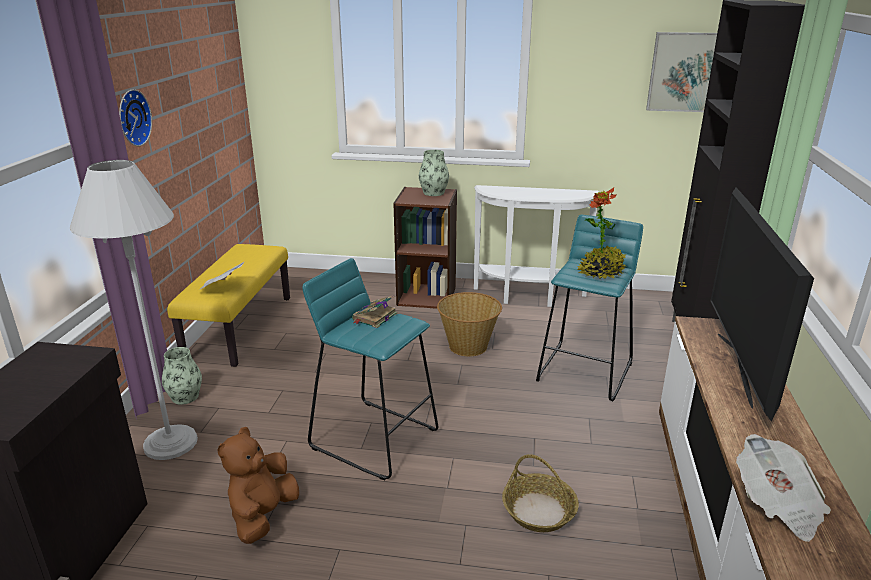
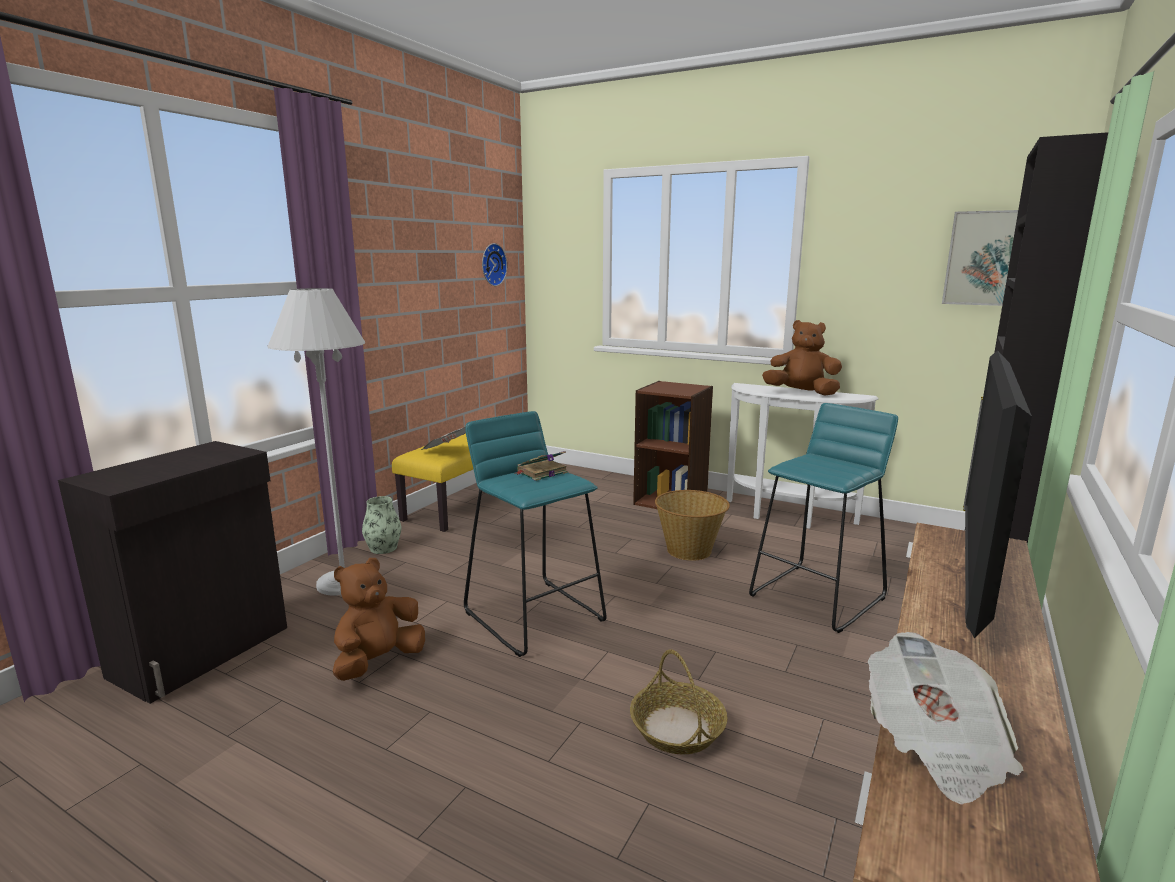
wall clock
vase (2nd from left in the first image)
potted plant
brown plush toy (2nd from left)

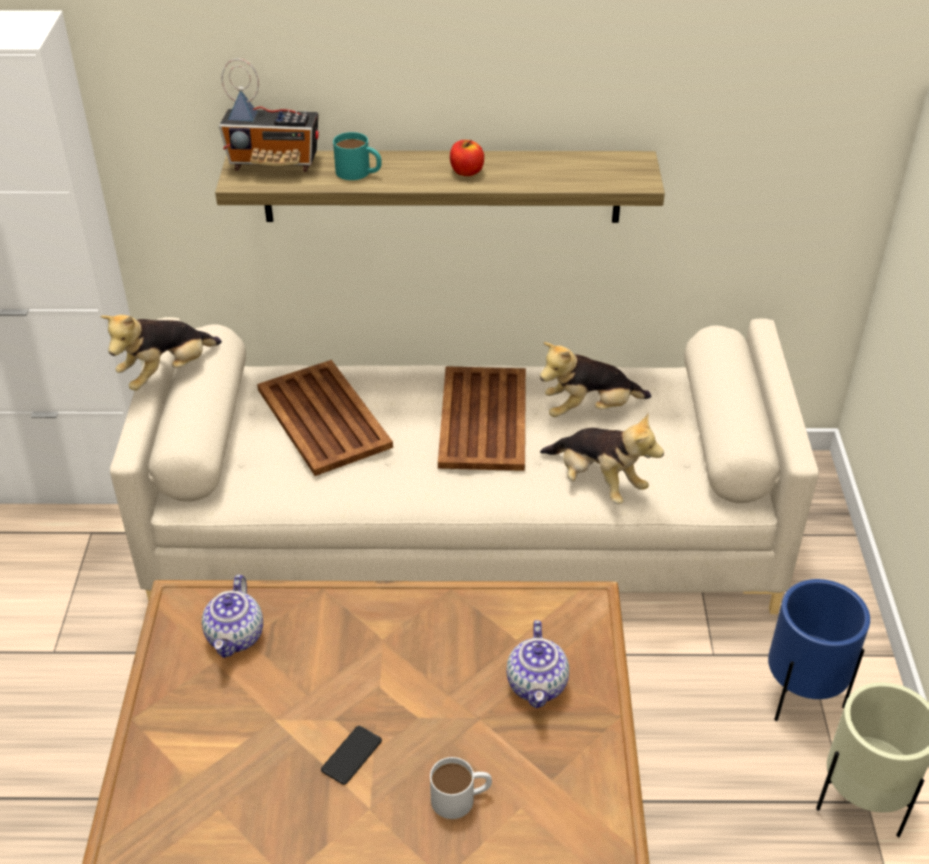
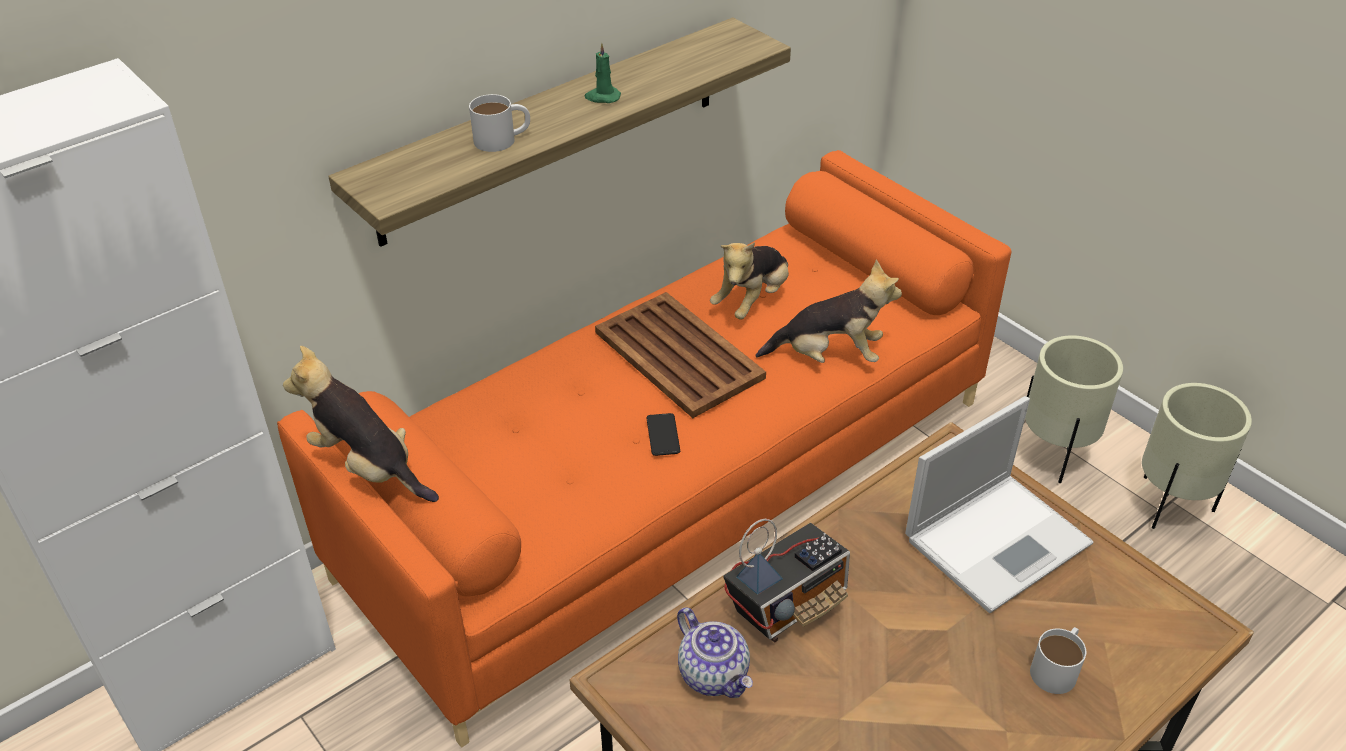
plush toy (1st from left)
orange sofa
radio
brown tray (1st from left in the first image)
phone
white mug (1st from left)
green candle
laptop
beige planter (1st from left)

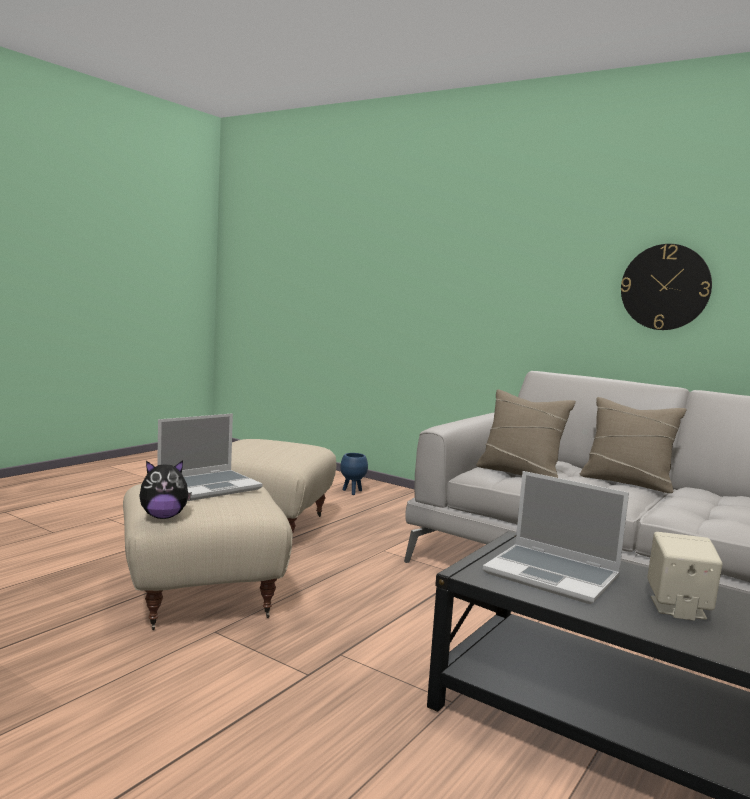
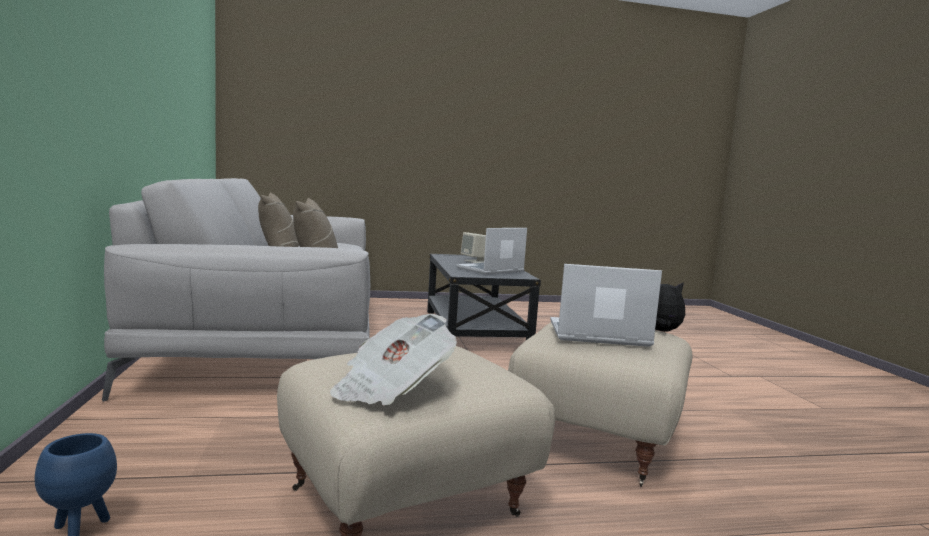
laptop (1st from left)
wall clock
newspaper

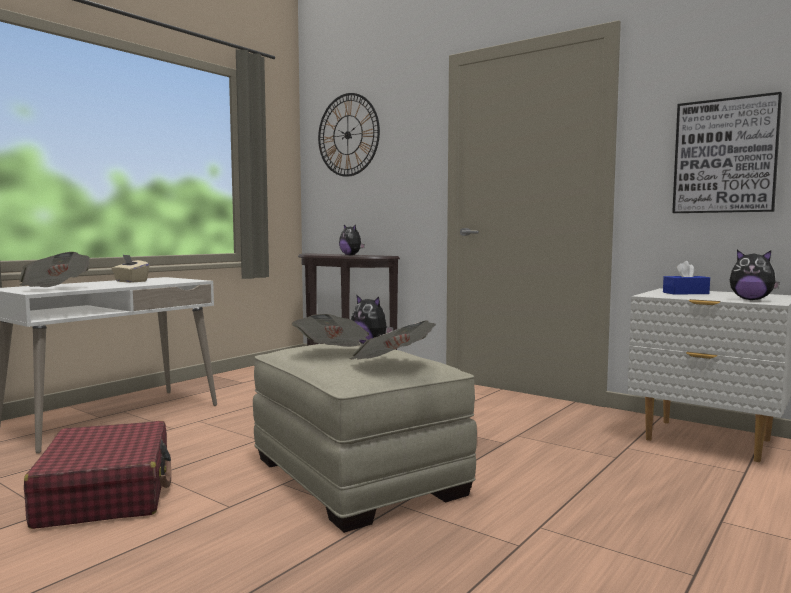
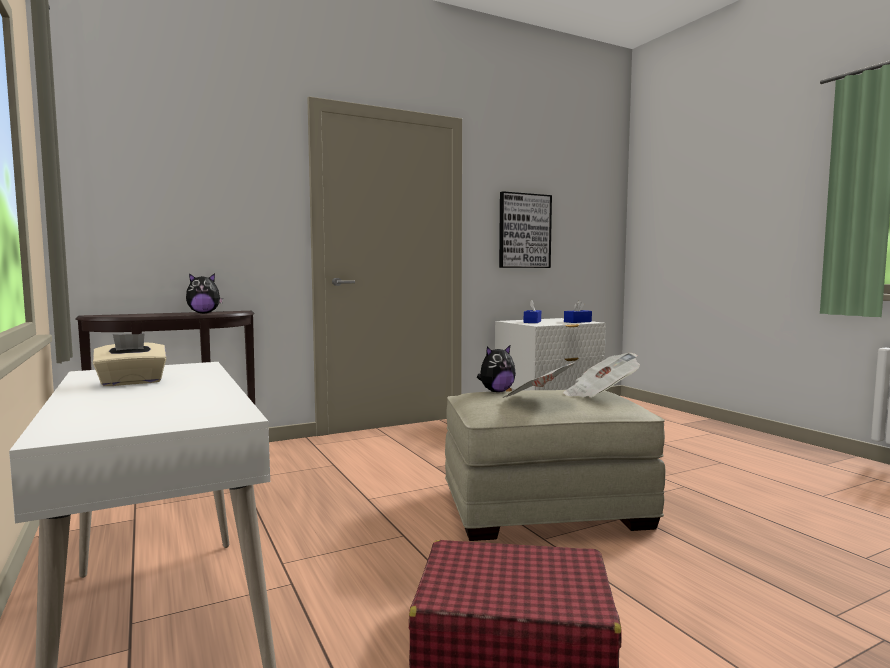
newspaper (1st from left in the first image)
wall clock
blue tissue box (2nd from left)

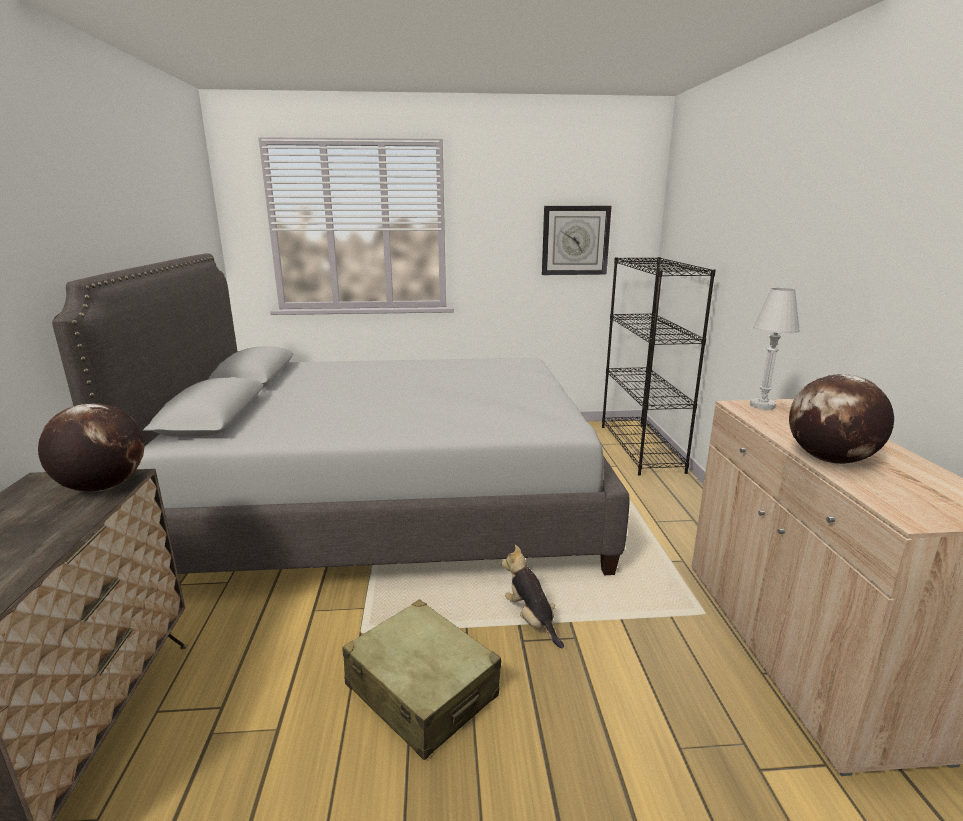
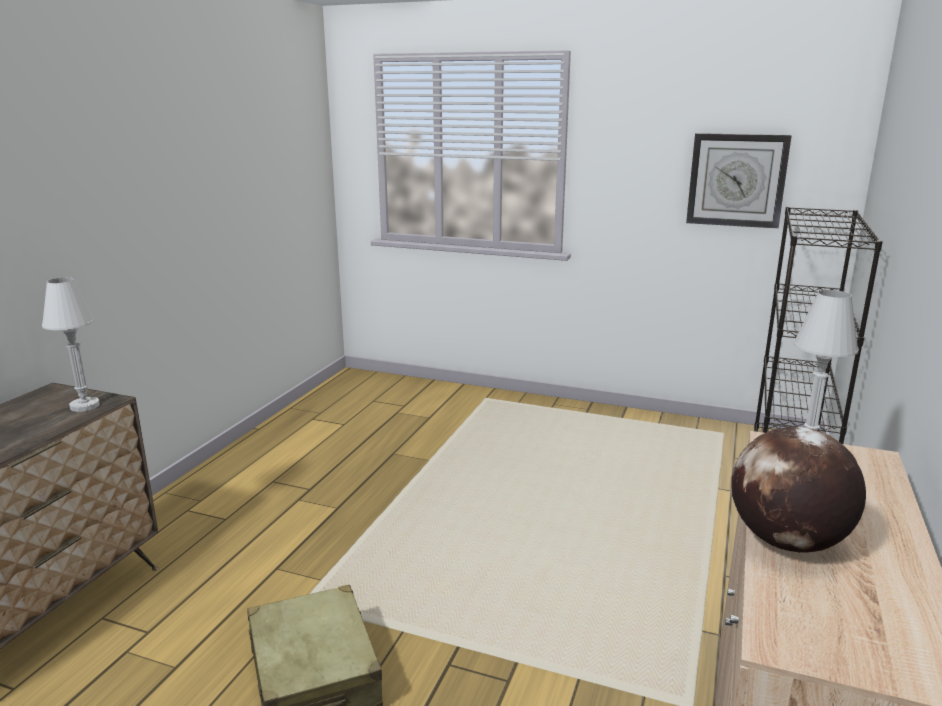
white table lamp (1st from left)
grey bed
plush toy

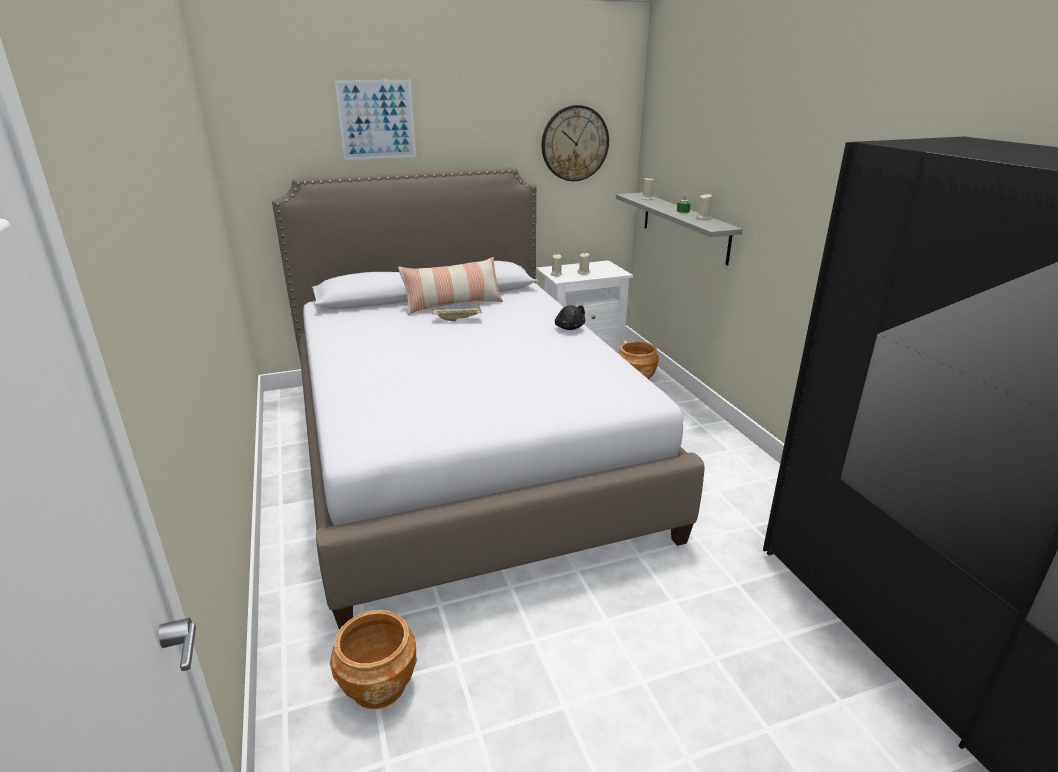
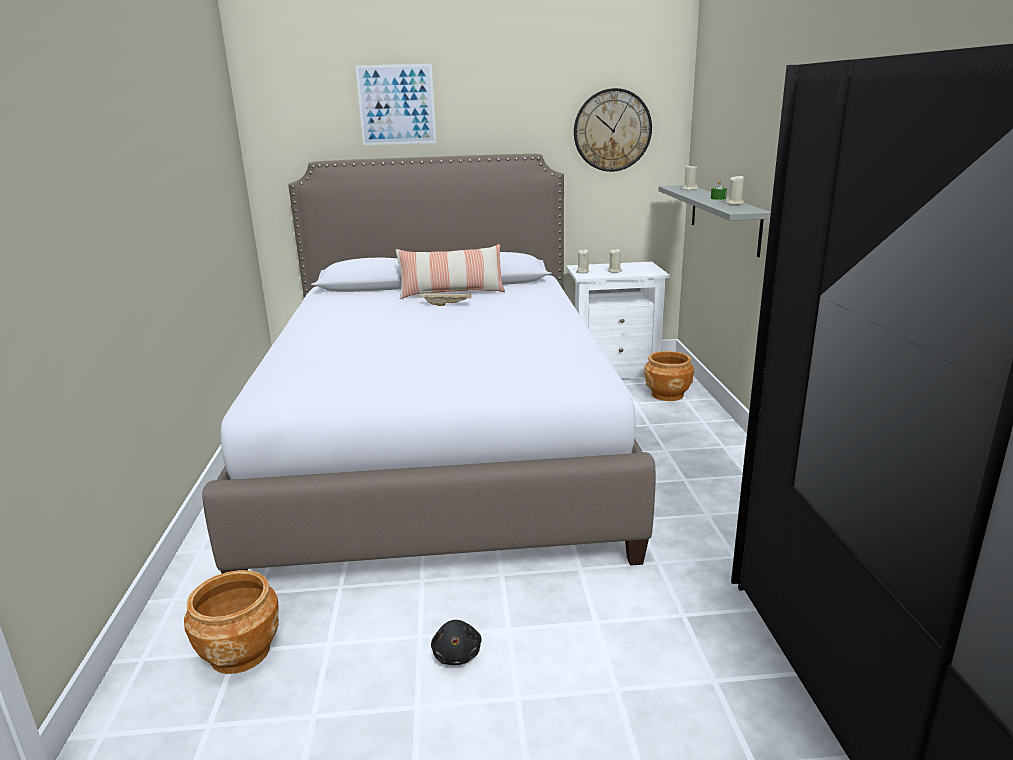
black plush toy

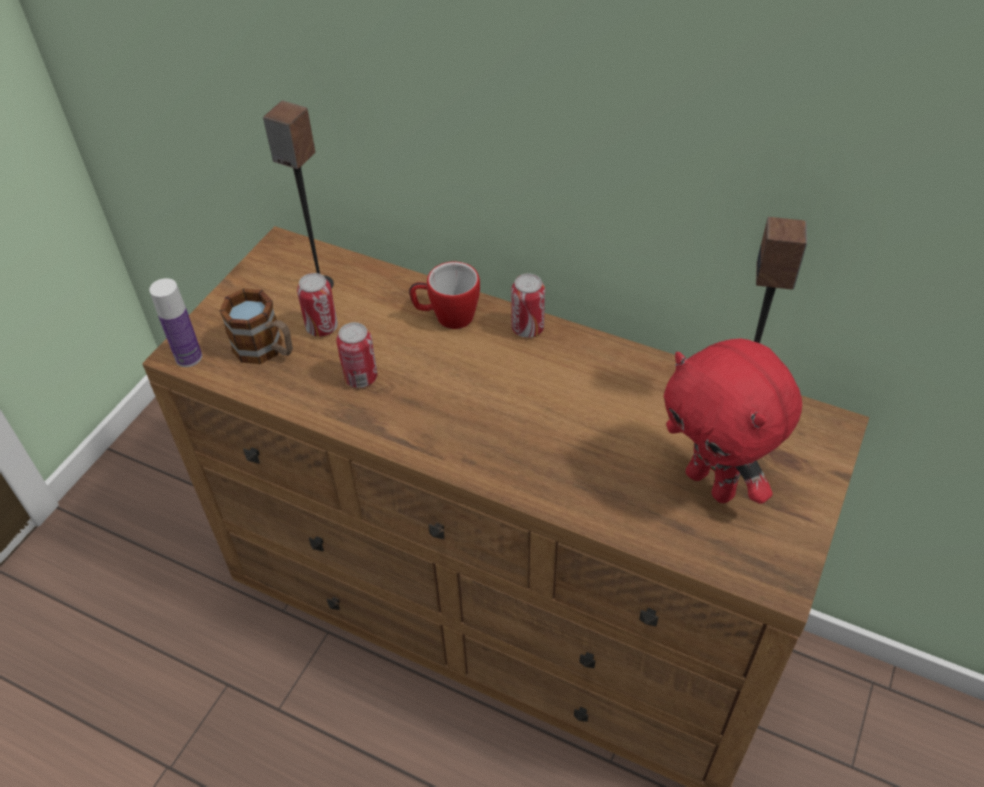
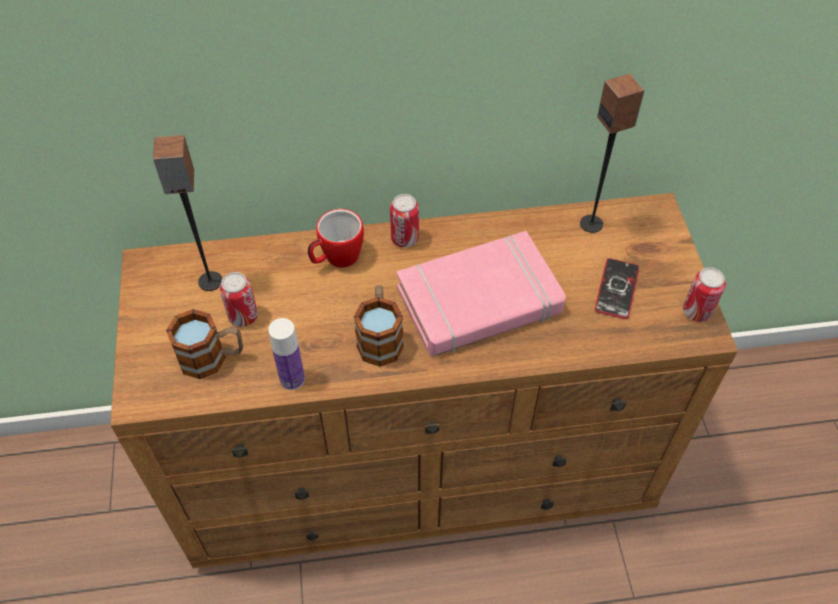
bottle
can (3rd from left)
phone
mug (3rd from left)
pink book

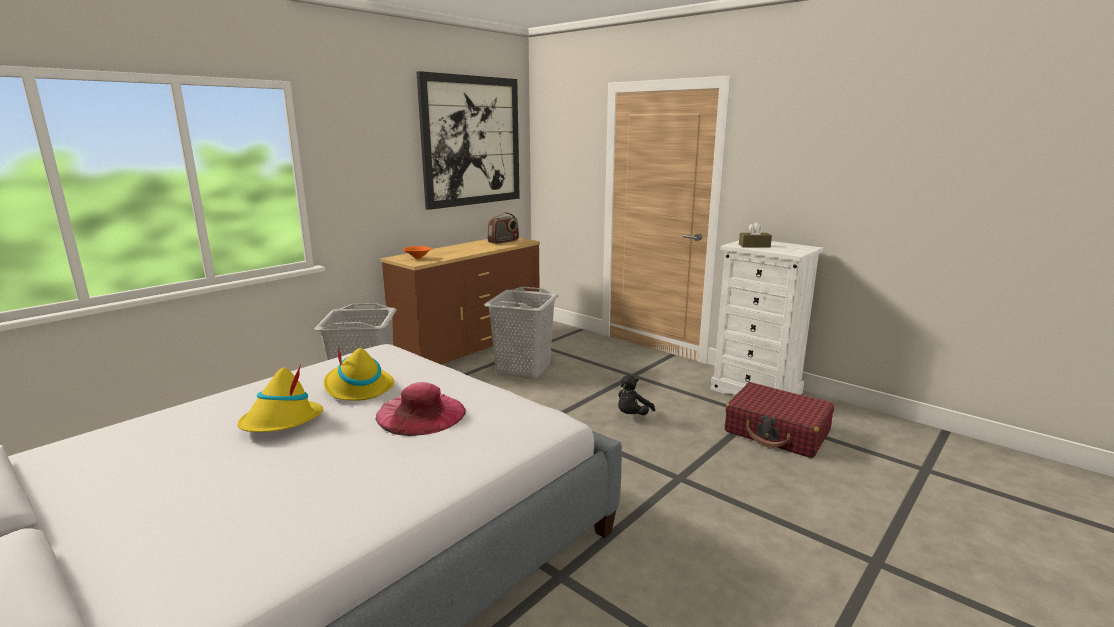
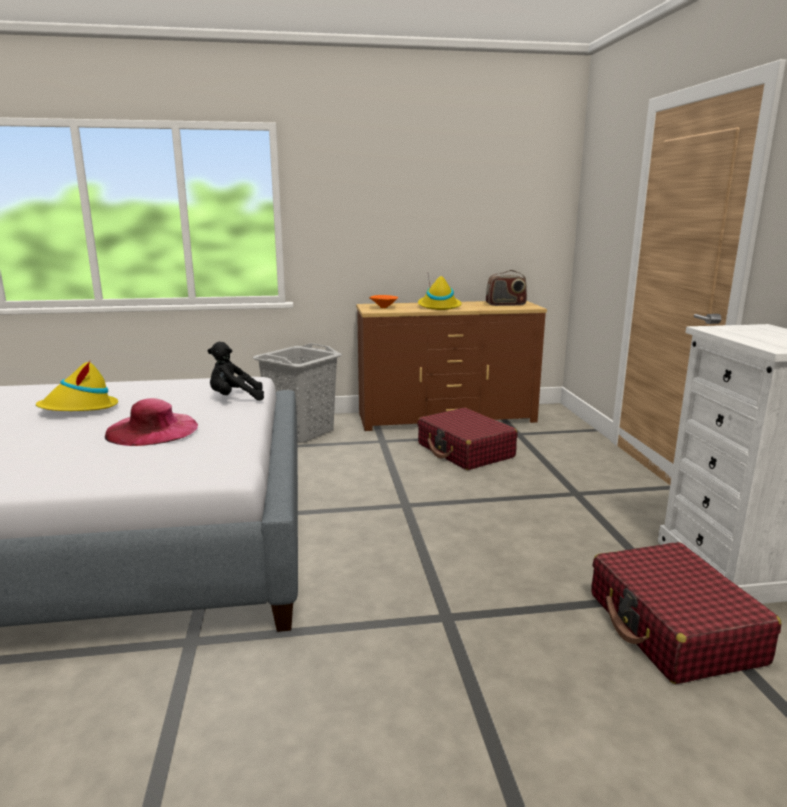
yellow hat (2nd from left)
picture
red suitcase (1st from left)
black plush toy
brown tissue box

